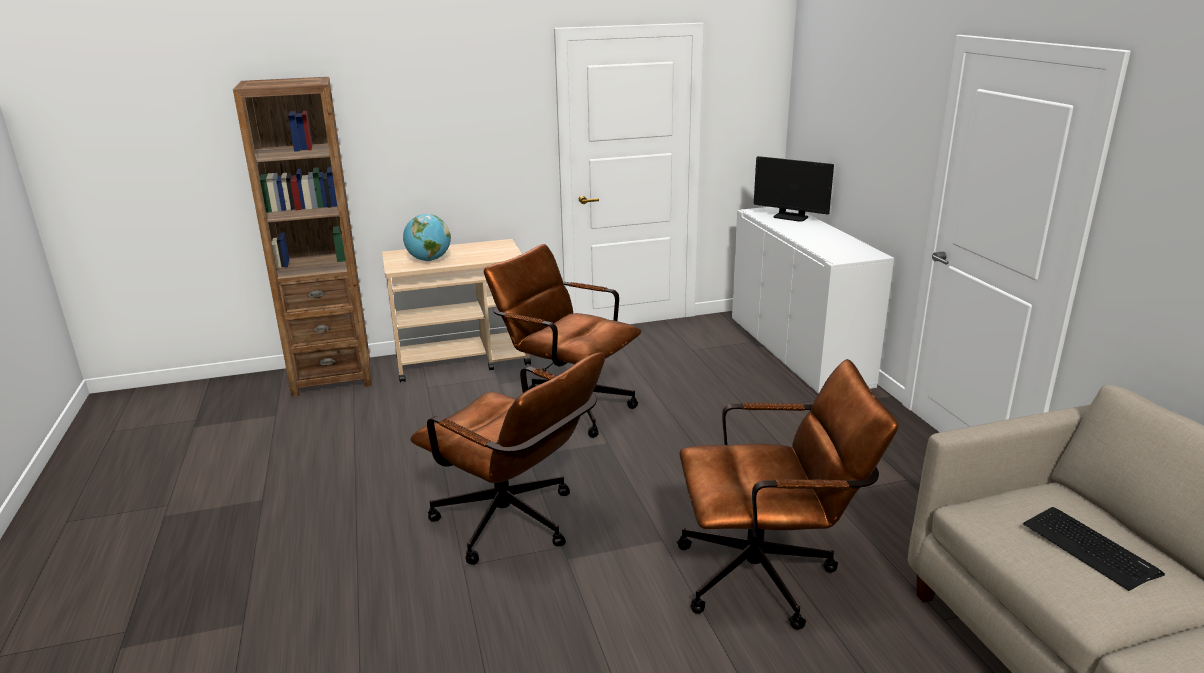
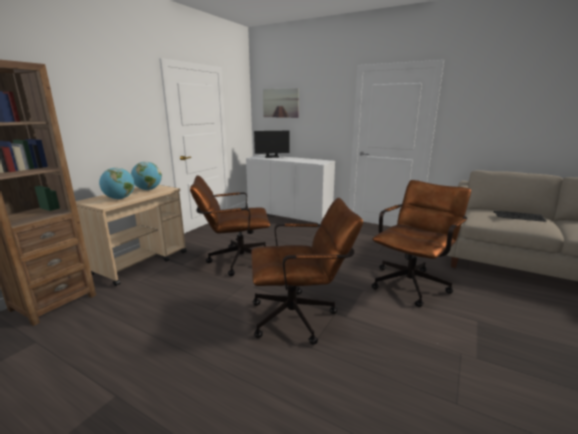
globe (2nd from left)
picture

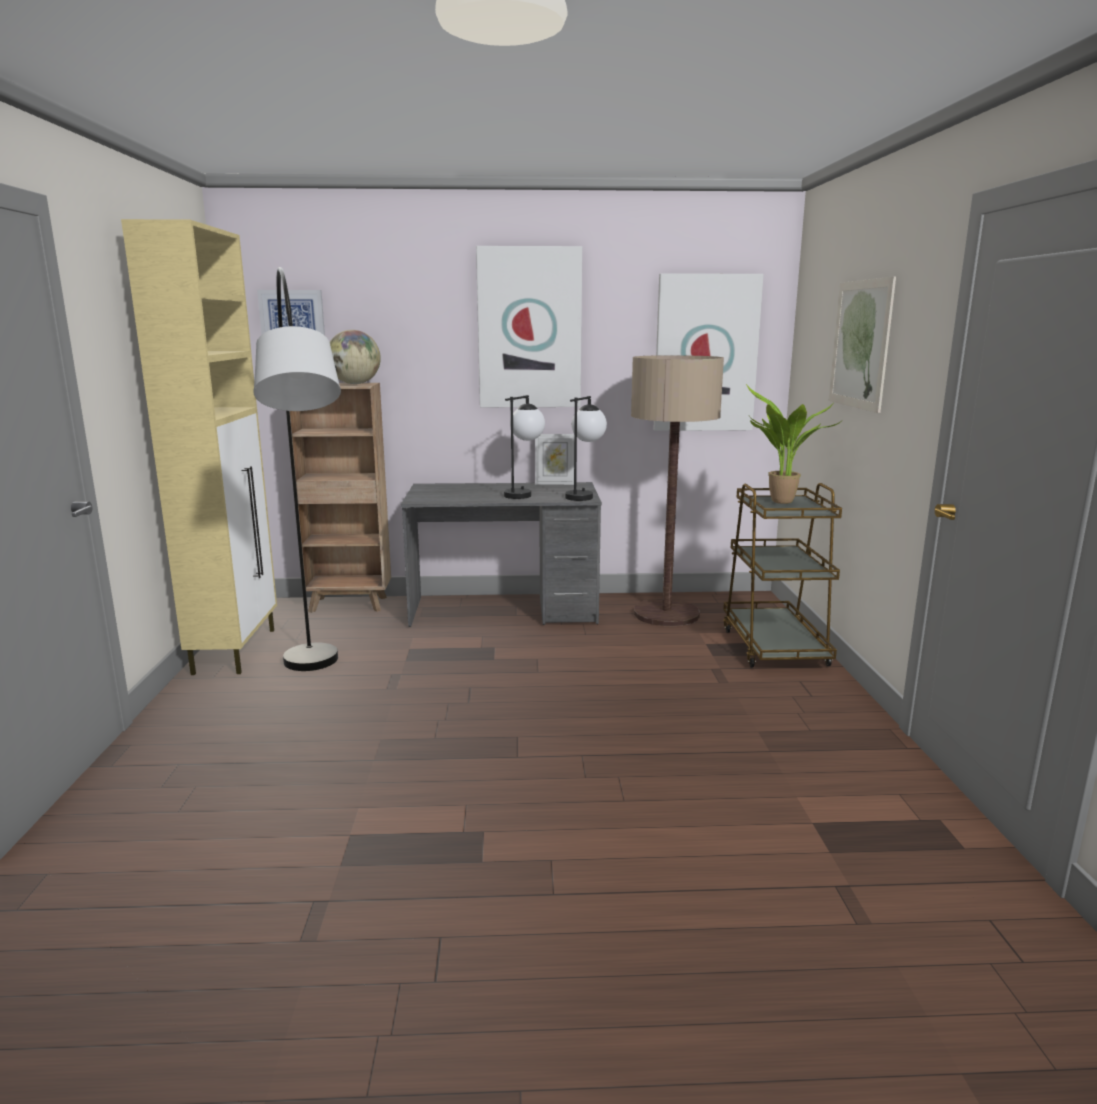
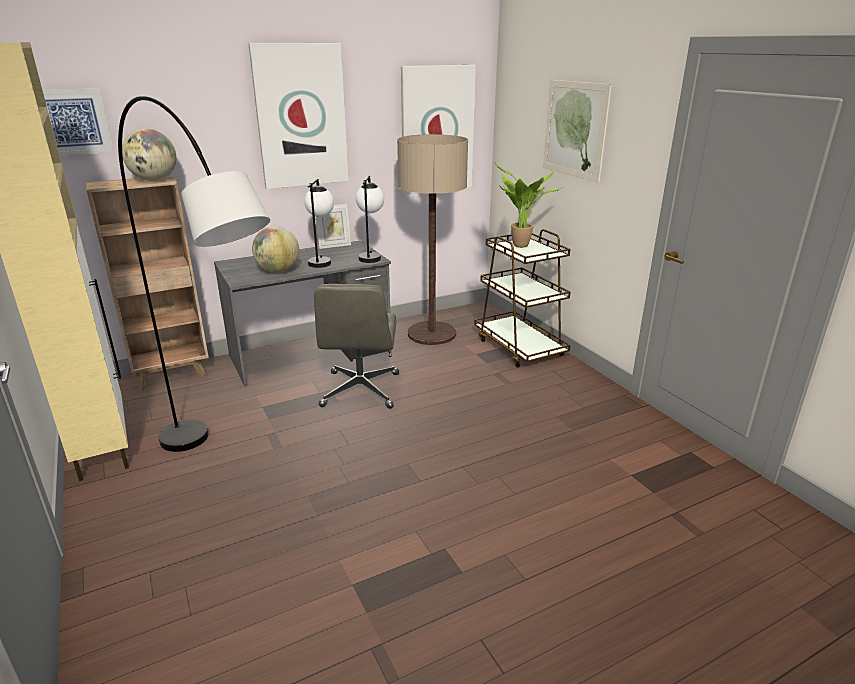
globe (2nd from left)
grey office chair

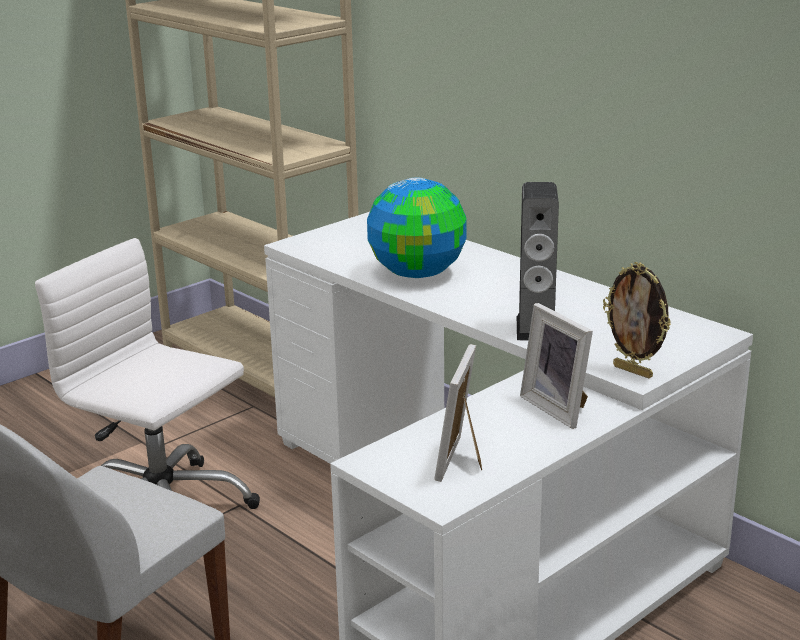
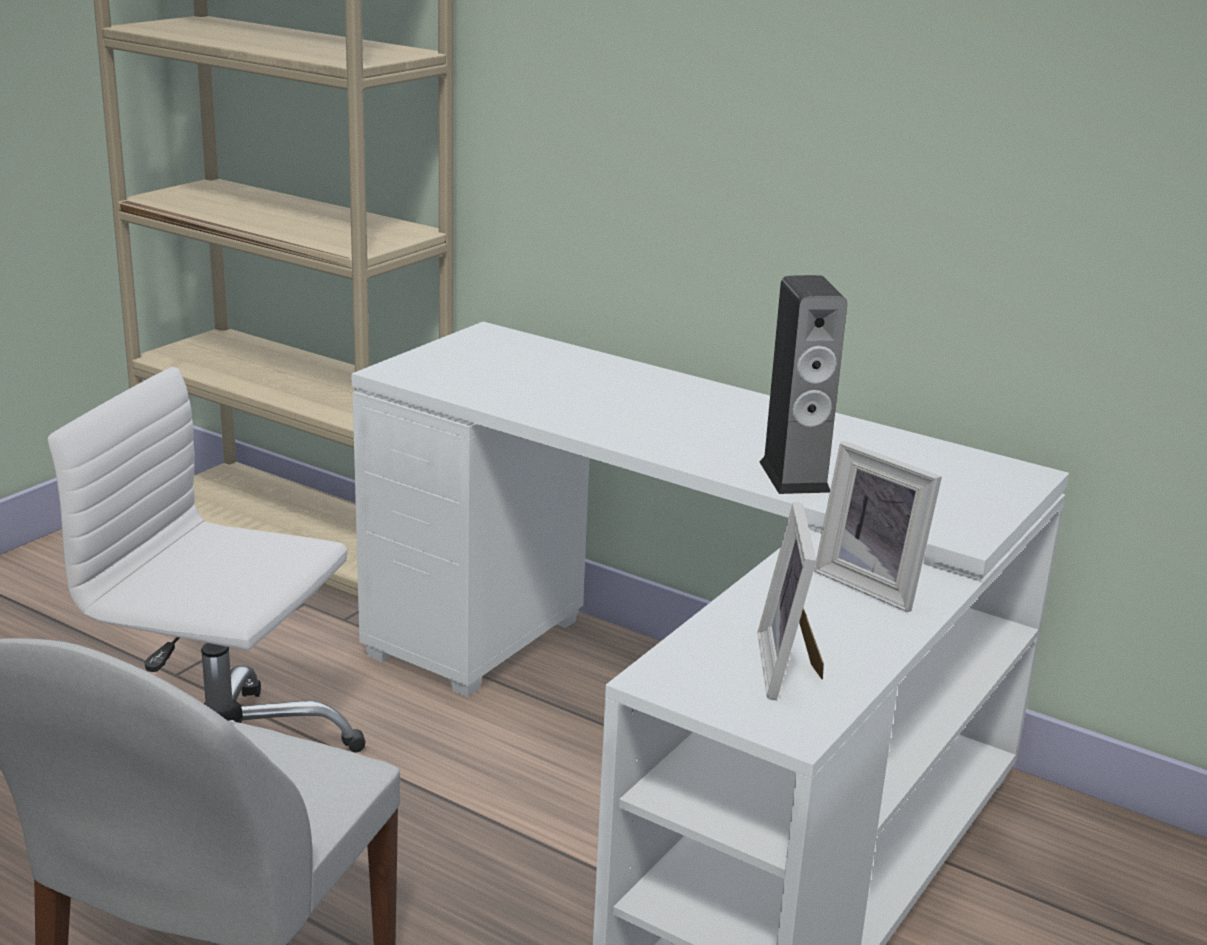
globe
picture frame (3rd from left in the first image)

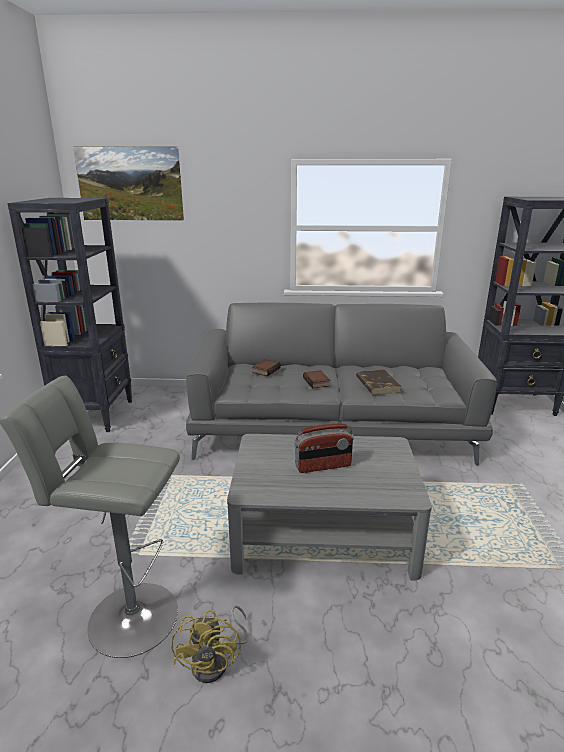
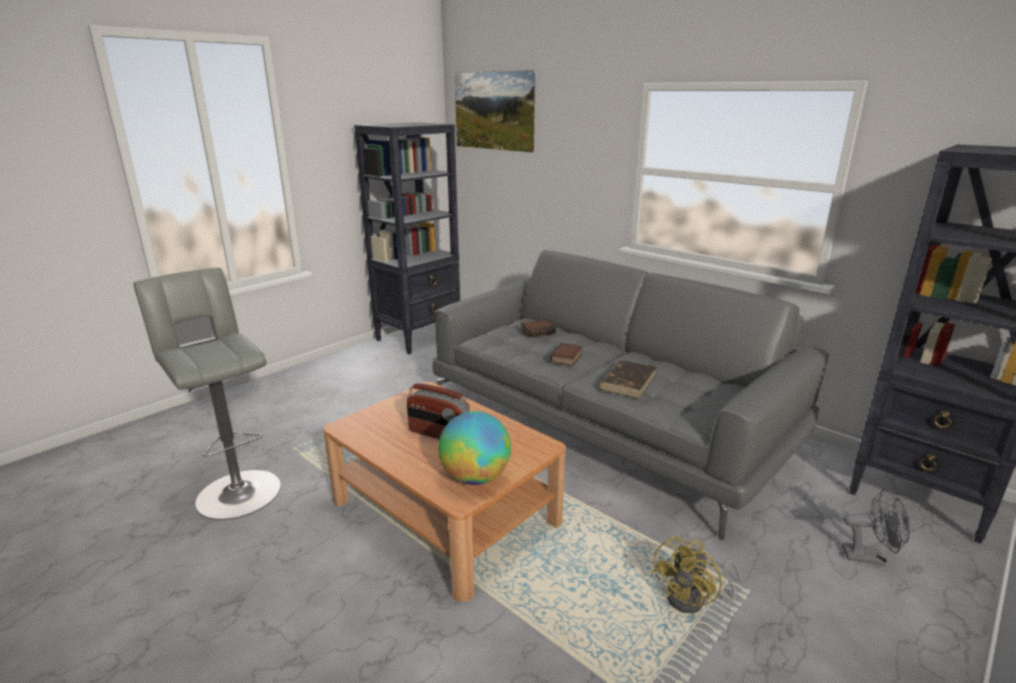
yellow fan
brown coffee table
globe
grey fan

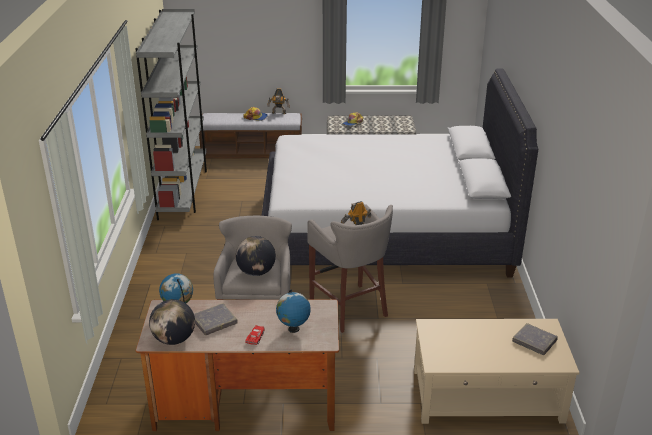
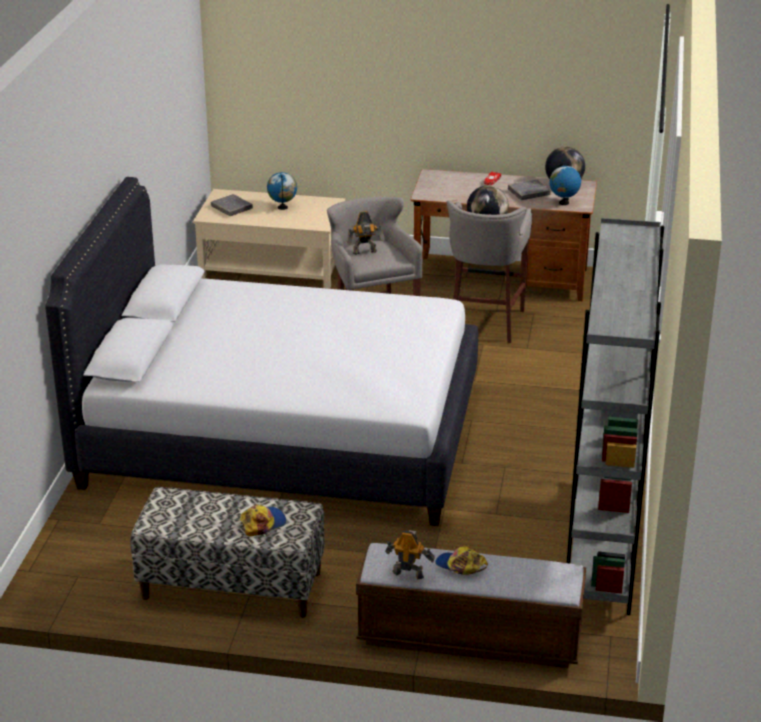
globe (1st from left)

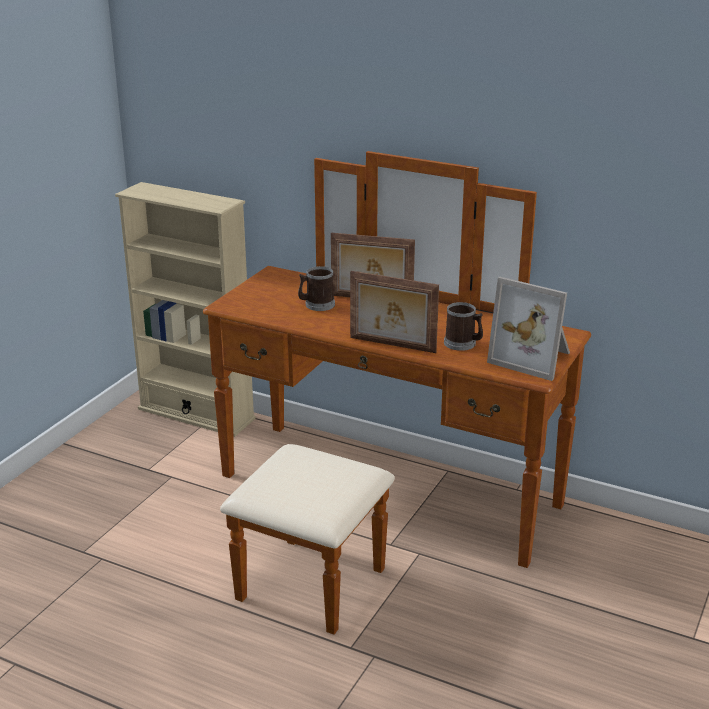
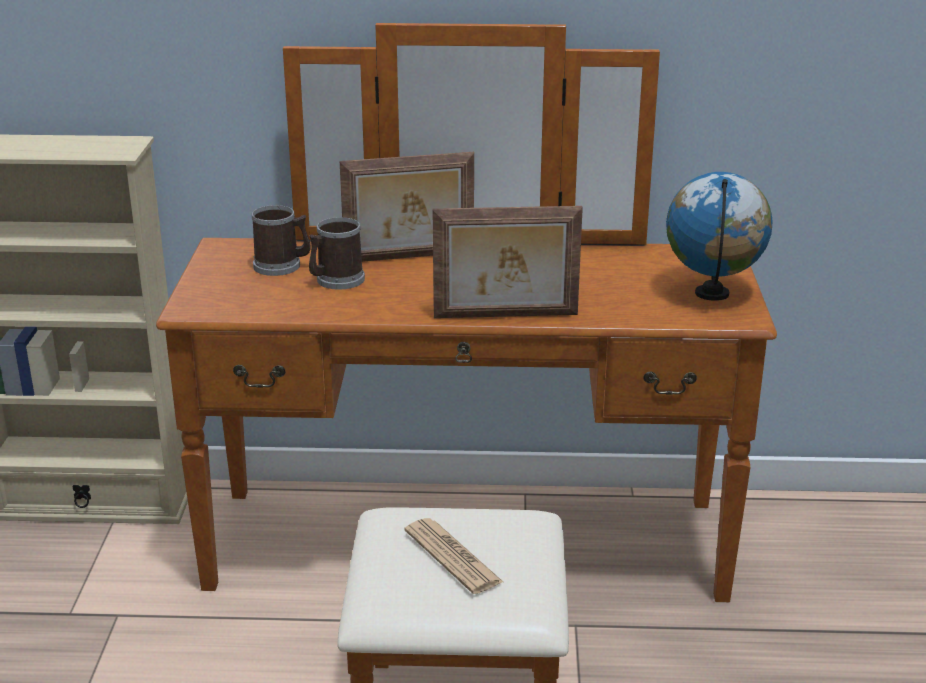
mug (1st from left)
globe
newspaper

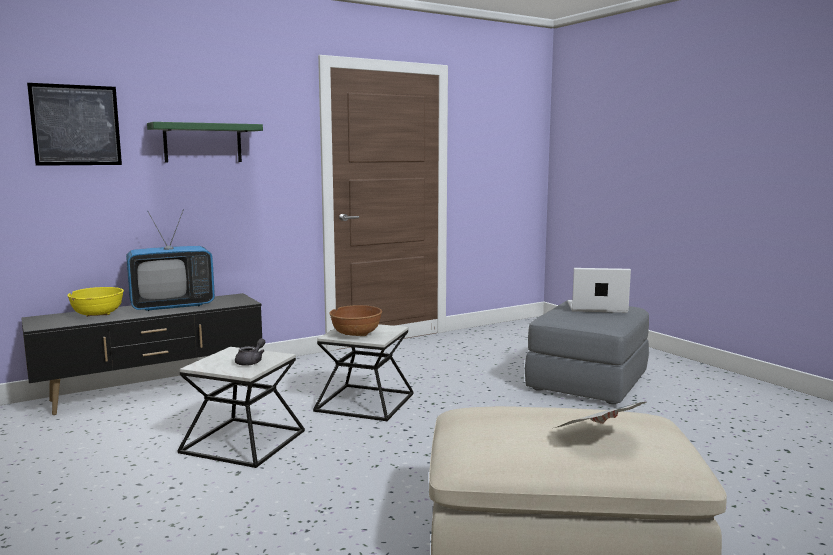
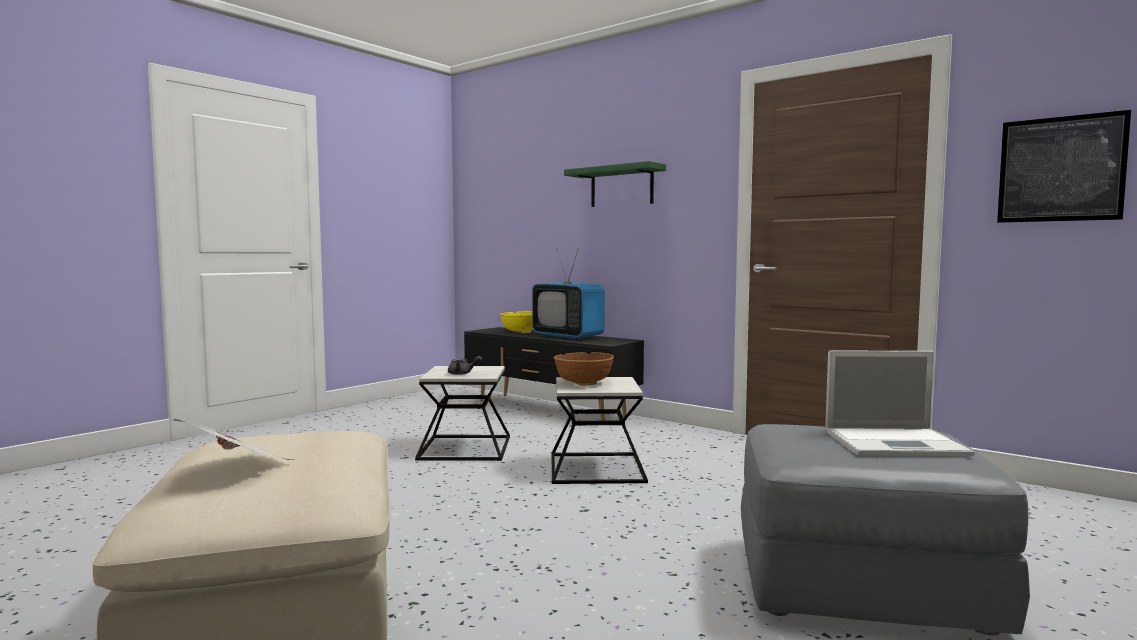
picture
laptop

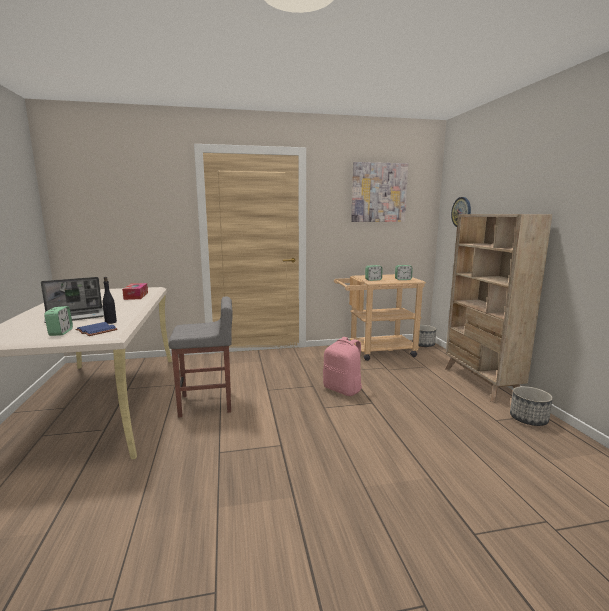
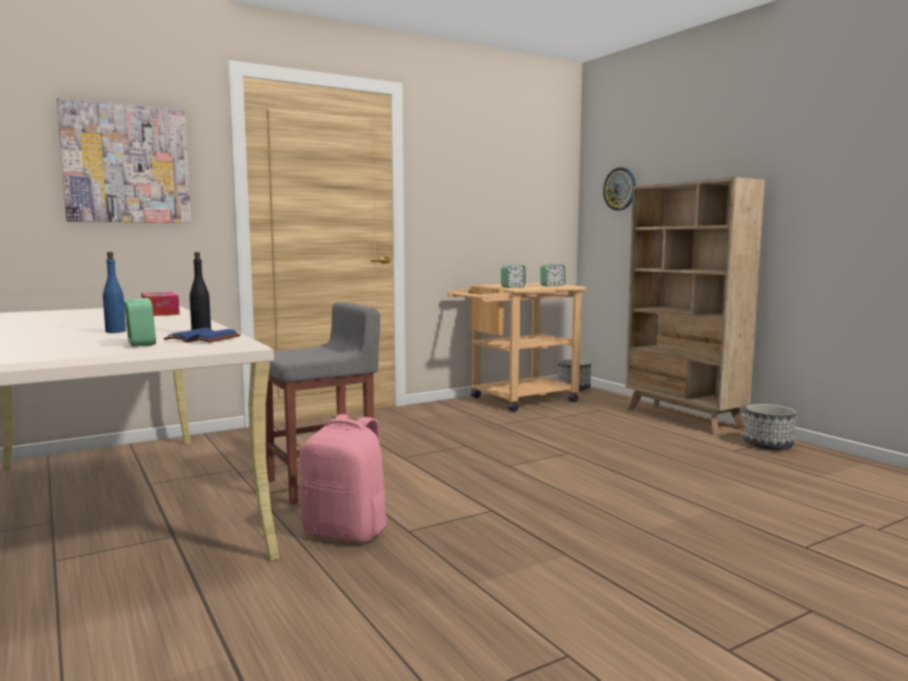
blue bottle
pink backpack
picture

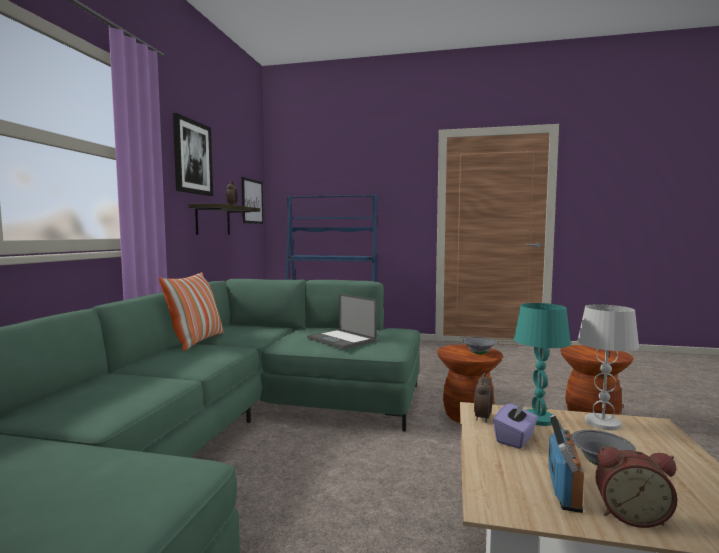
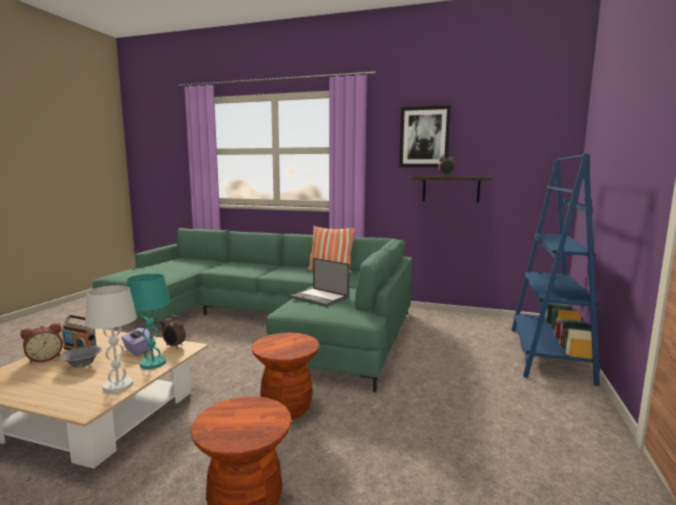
picture (2nd from left in the first image)
laptop
grey bowl (1st from left in the first image)
alarm clock (1st from left)

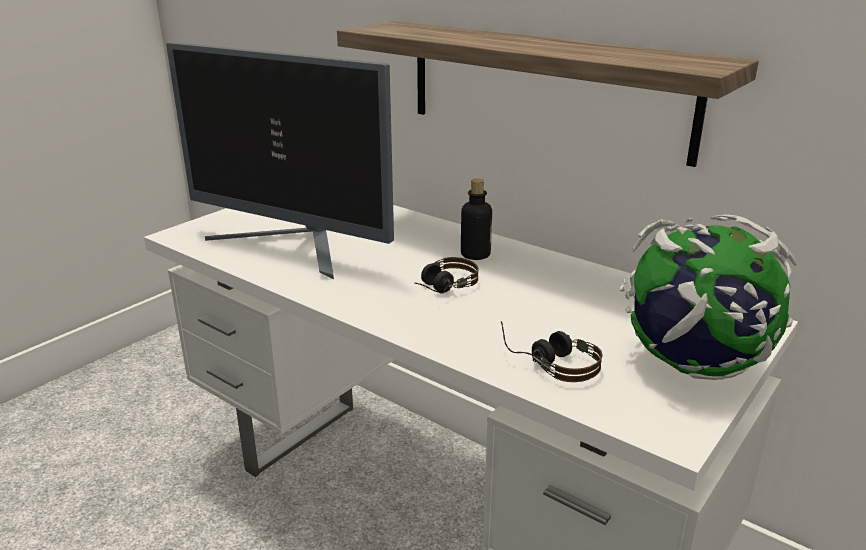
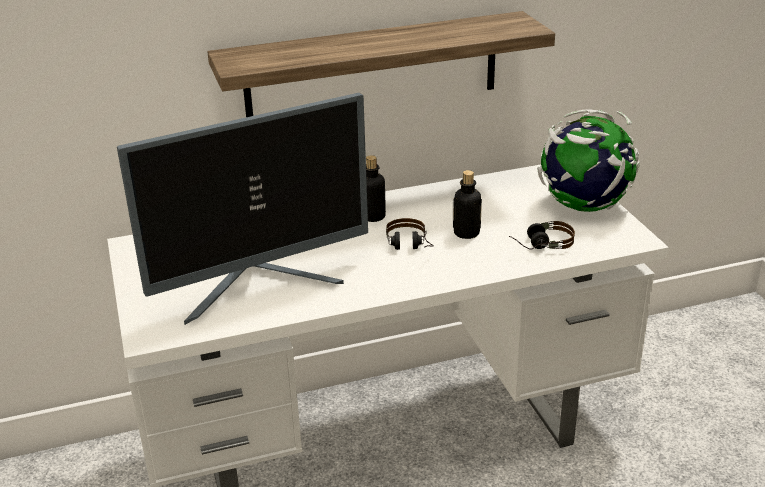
bottle (2nd from left)

